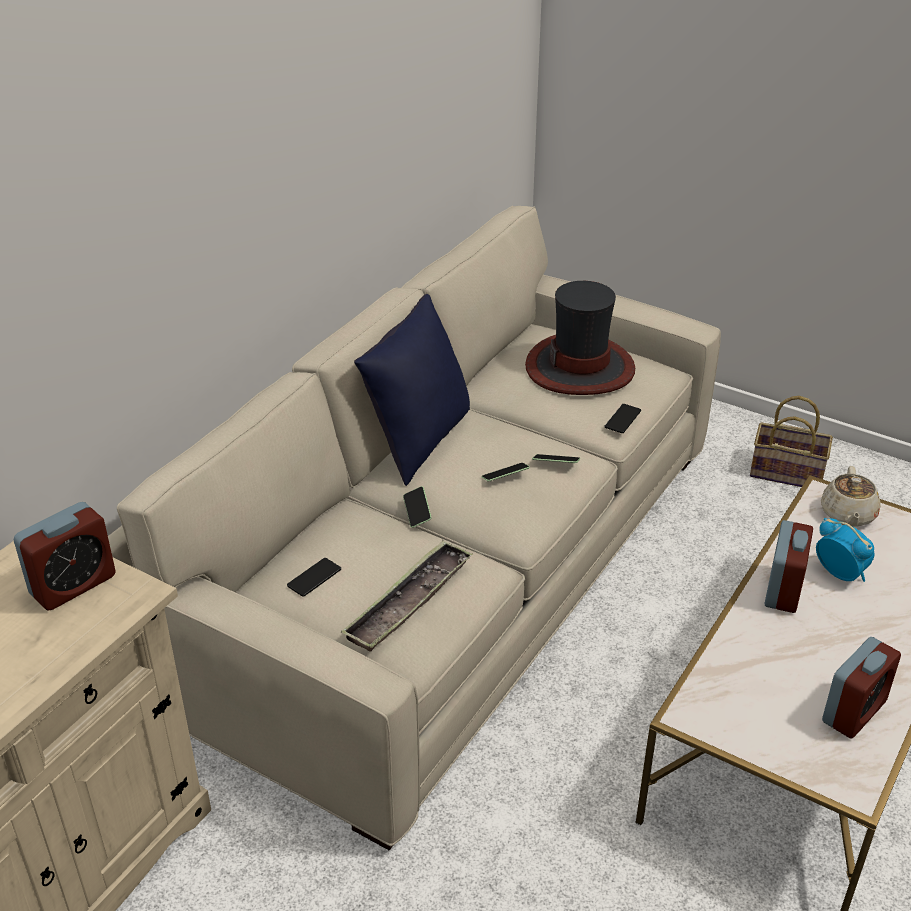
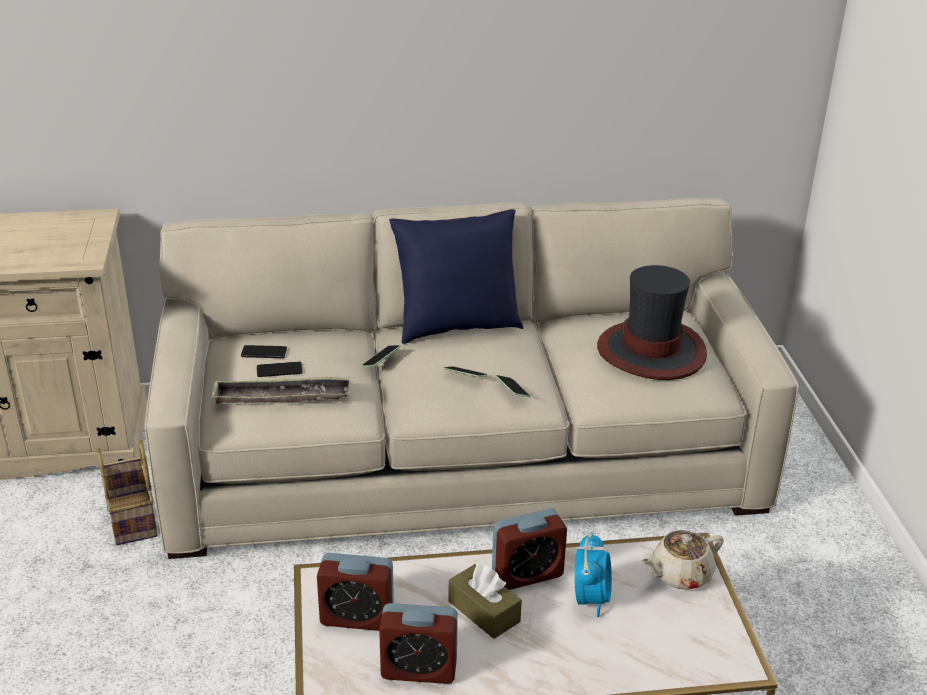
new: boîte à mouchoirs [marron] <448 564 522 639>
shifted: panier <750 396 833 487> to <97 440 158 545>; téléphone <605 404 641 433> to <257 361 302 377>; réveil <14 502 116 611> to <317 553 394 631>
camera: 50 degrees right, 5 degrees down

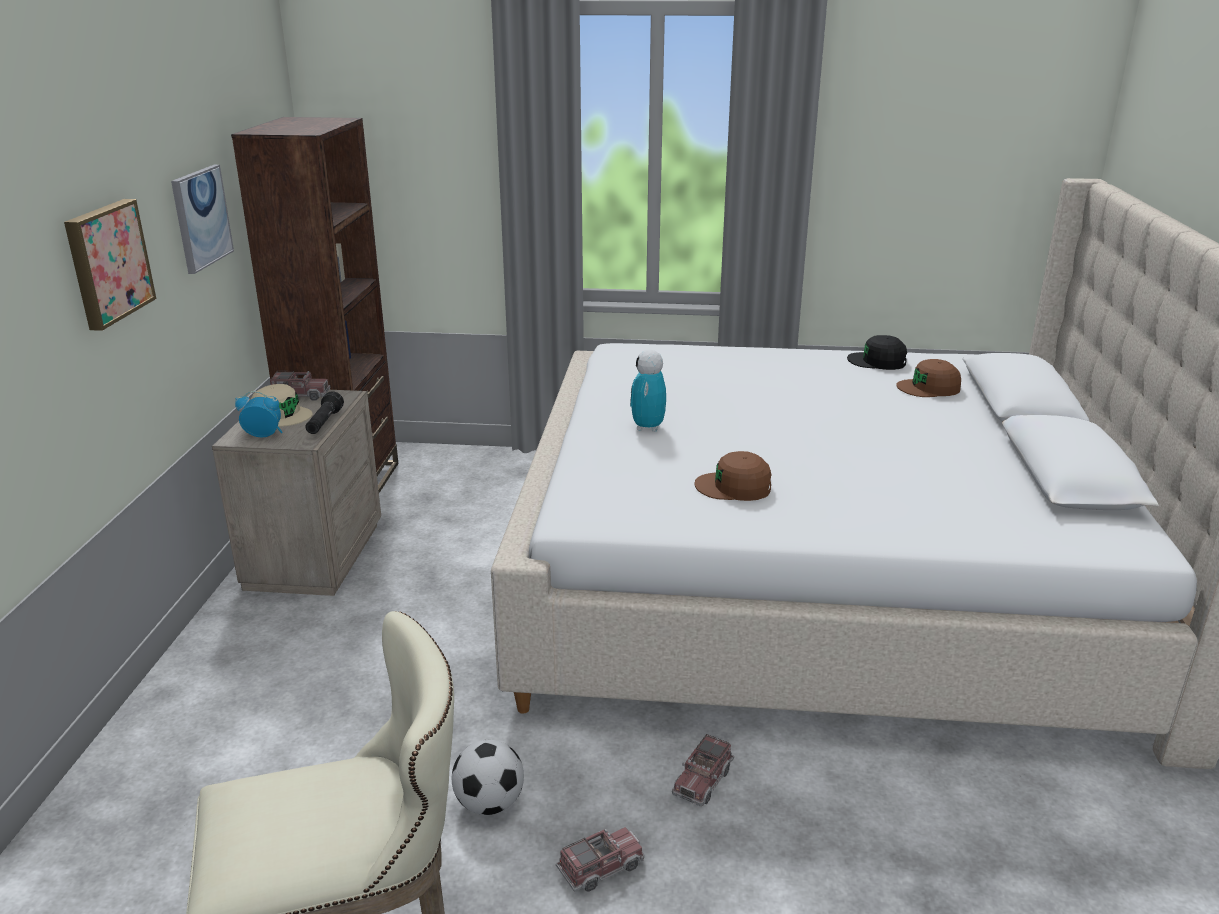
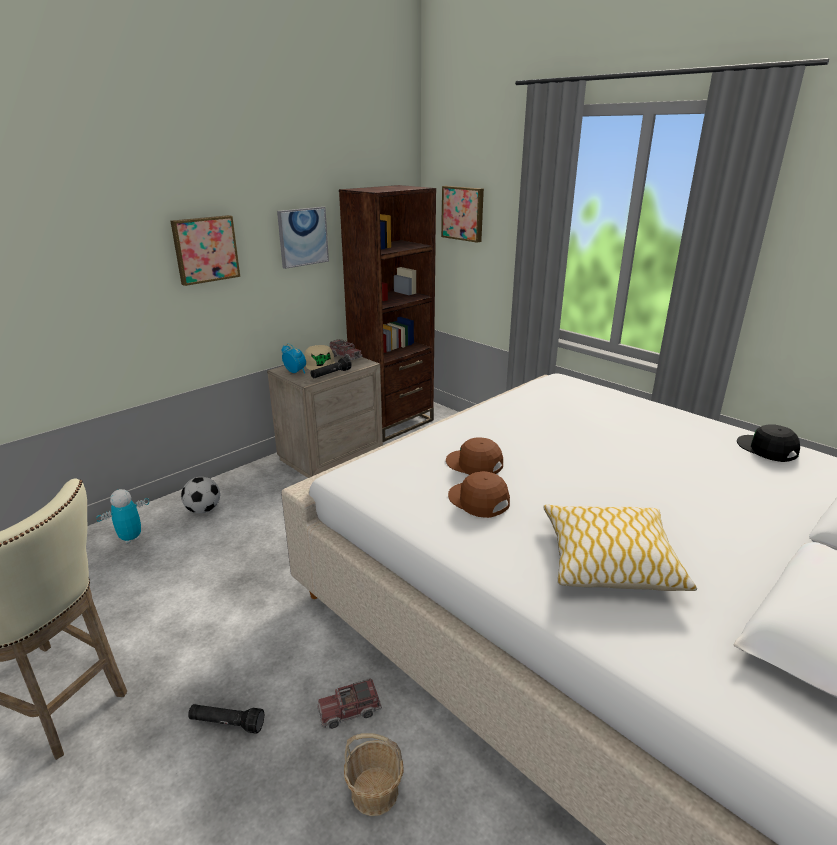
new: panier <344 733 404 816>; tableau <441 186 484 243>; coussin <543 505 697 591>
shifted: robot jouet <630 350 666 432> to <96 489 149 544>; ballon de foot <452 740 524 815> to <181 477 220 514>; casquette [marron] <896 359 961 397> to <446 437 503 475>
swapped: camion jouet <556 827 644 892> to lampe de poche [noir] <188 704 264 734>
camera: 40 degrees right, 0 degrees up

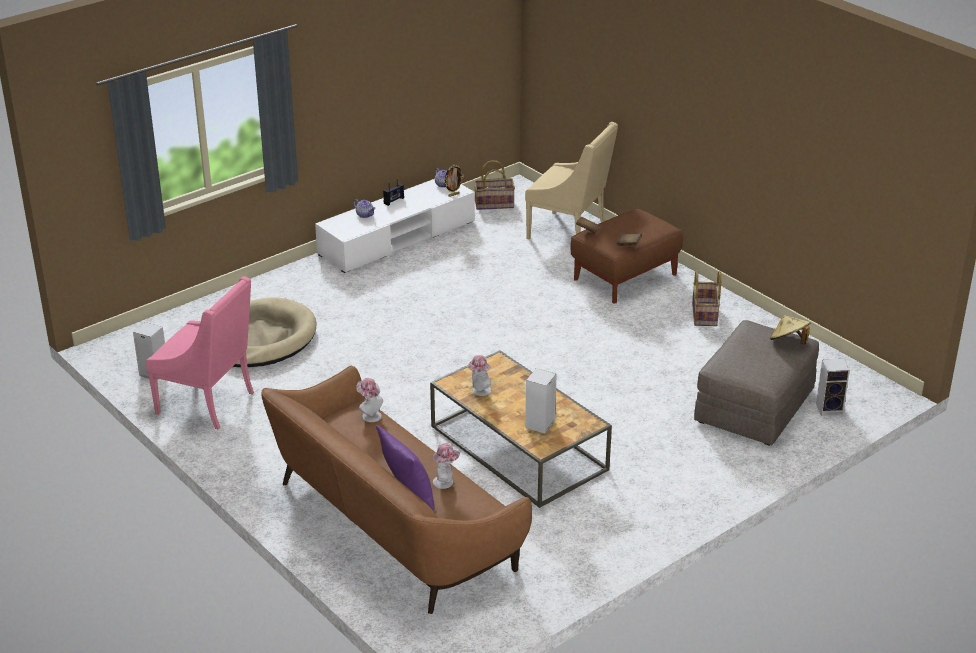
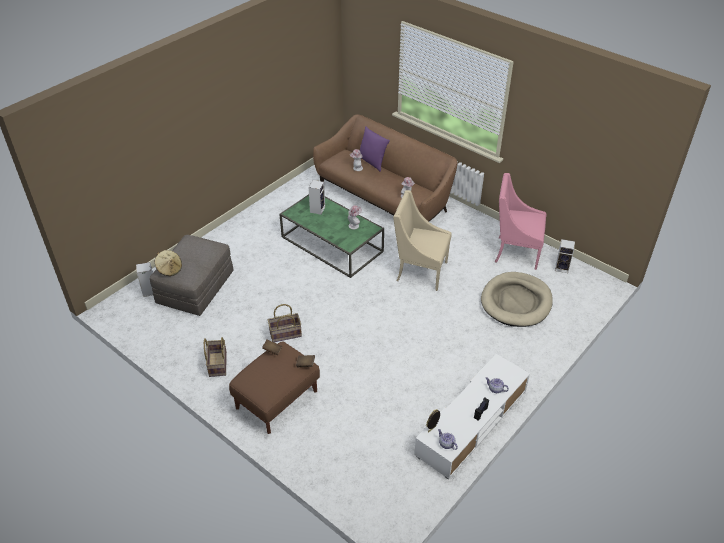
shifted: panier <474 160 515 210> to <268 304 302 342>; fauteuil [beige] <525 122 618 239> to <393 190 452 291>
repainted: table basse [marron] <430 350 612 508> to table basse [vert] <279 194 384 278>
camera: 170 degrees right, 10 degrees up

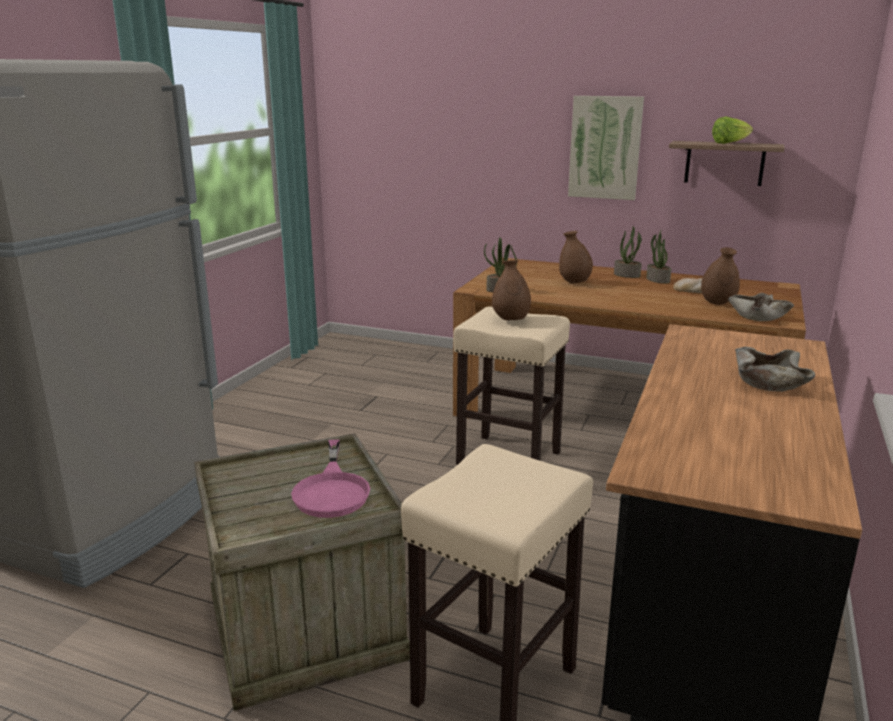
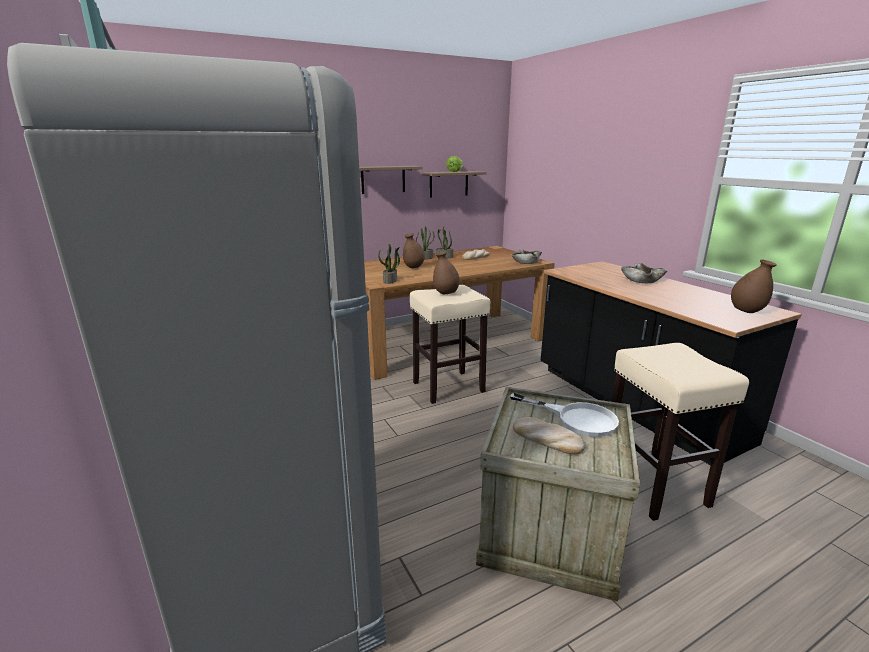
new: pain <513 417 585 455>
shifted: vase [marron] <701 247 740 305> to <731 260 777 313>
swapped: tableau <568 96 644 200> to étagère <359 166 423 194>
repainted: poêle [rose] <291 439 370 518> to poêle [blanc] <510 393 619 437>
camera: 50 degrees left, 0 degrees up

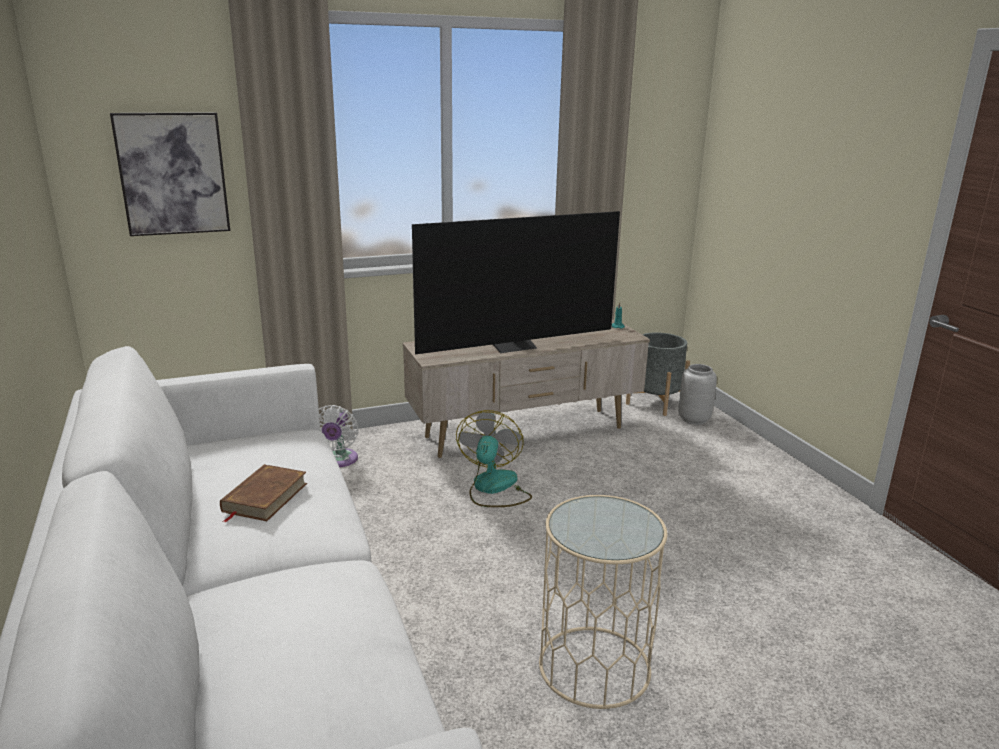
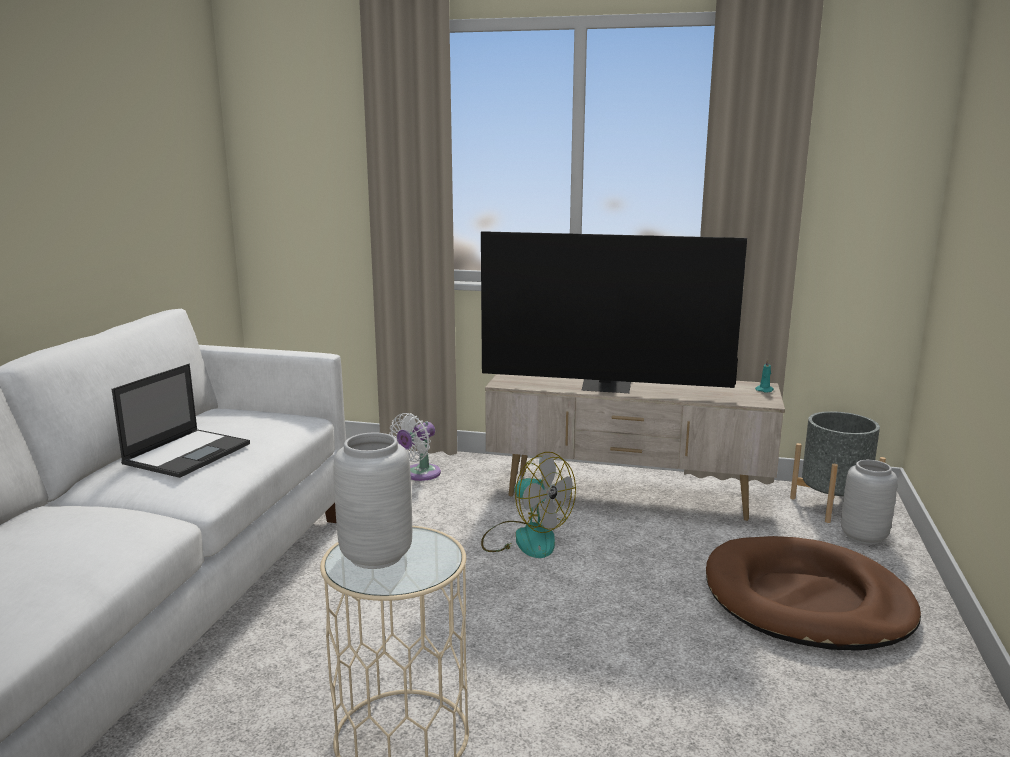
gone: tableau <110 112 230 236>
new: vase [gris] <333 432 412 569>; panier pour chien [marron] <706 536 921 651>
swapped: livre [marron] <220 464 307 522> to ordinateur portable <112 364 250 478>
rotated: ventilateur <456 410 532 507> = <481 452 576 558> 90 degrees clockwise
camera: 35 degrees right, 5 degrees down

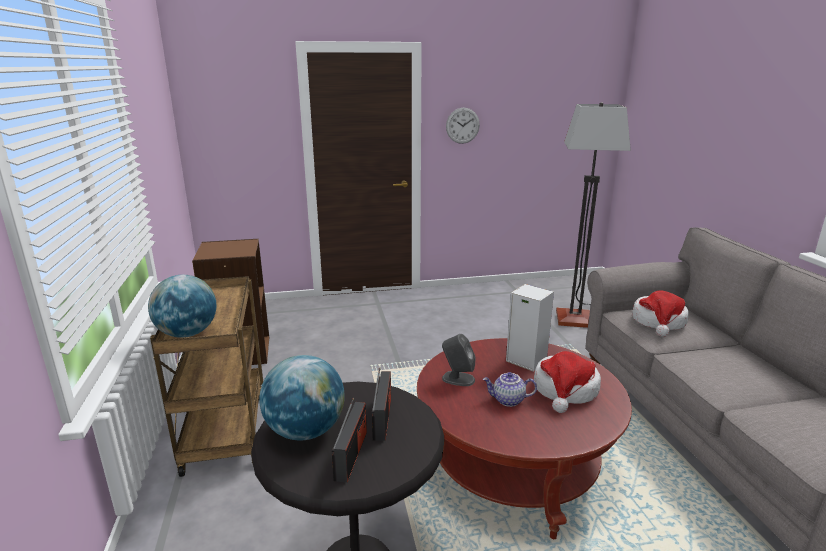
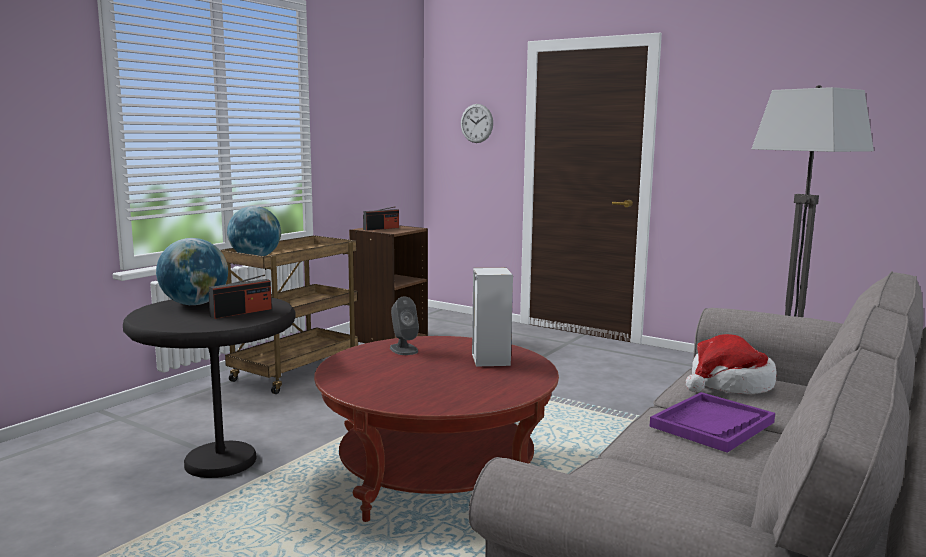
gone: théière <483 372 537 407>; chapeau <534 351 601 413>
new: plateau [violet] <649 392 775 453>
shifted: radio <332 398 367 483> to <363 207 399 231>; horloge murale <446 108 480 144> to <461 104 493 143>
camera: 45 degrees right, 10 degrees down

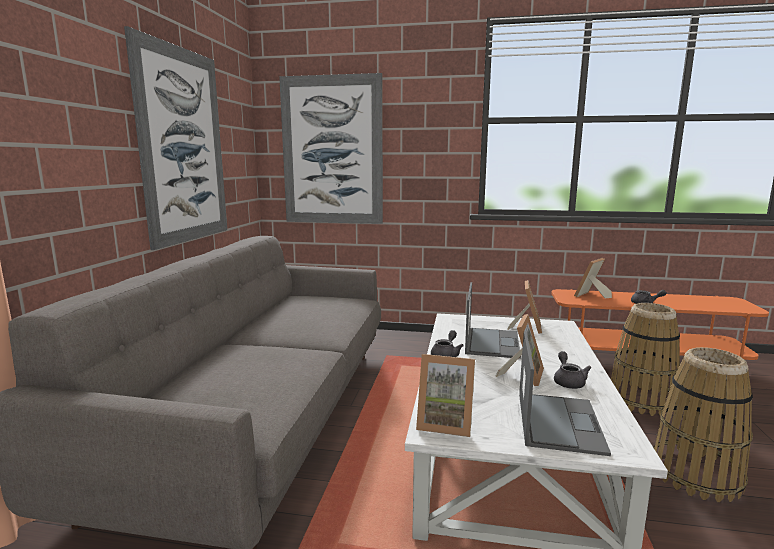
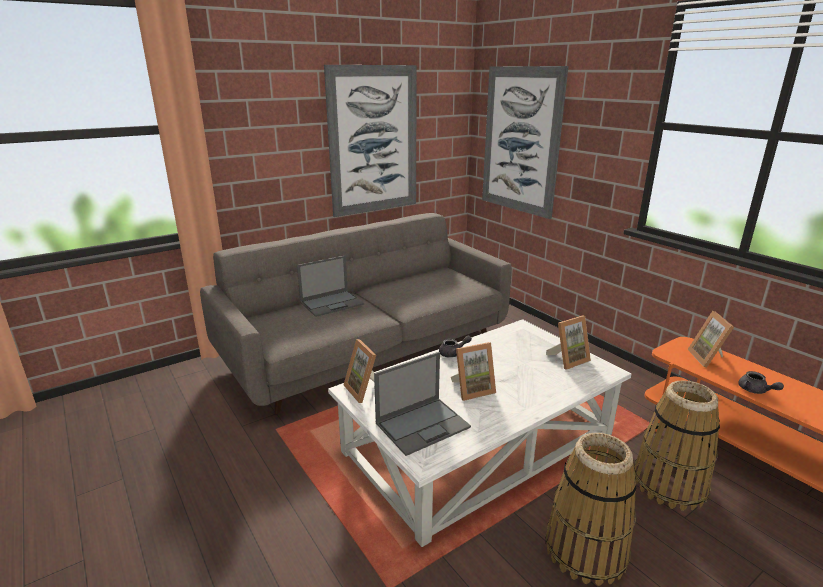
gone: théière [gris] <554 351 591 389>
shifted: ordinateur portable <465 282 521 359> to <297 256 364 317>
rotated: cadre photo <574 258 612 299> = <687 311 734 368> 90 degrees counterclockwise
camera: 45 degrees right, 10 degrees up

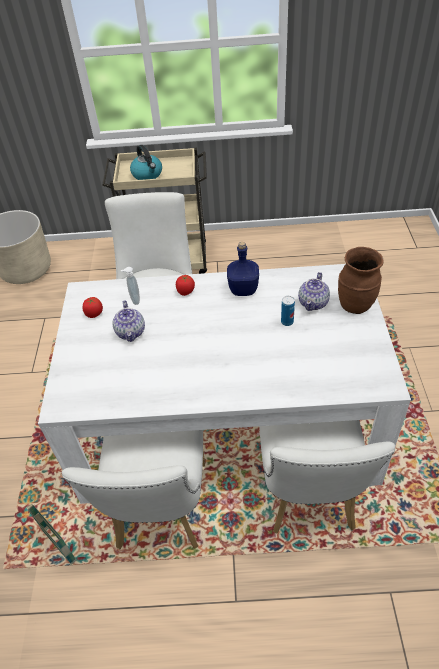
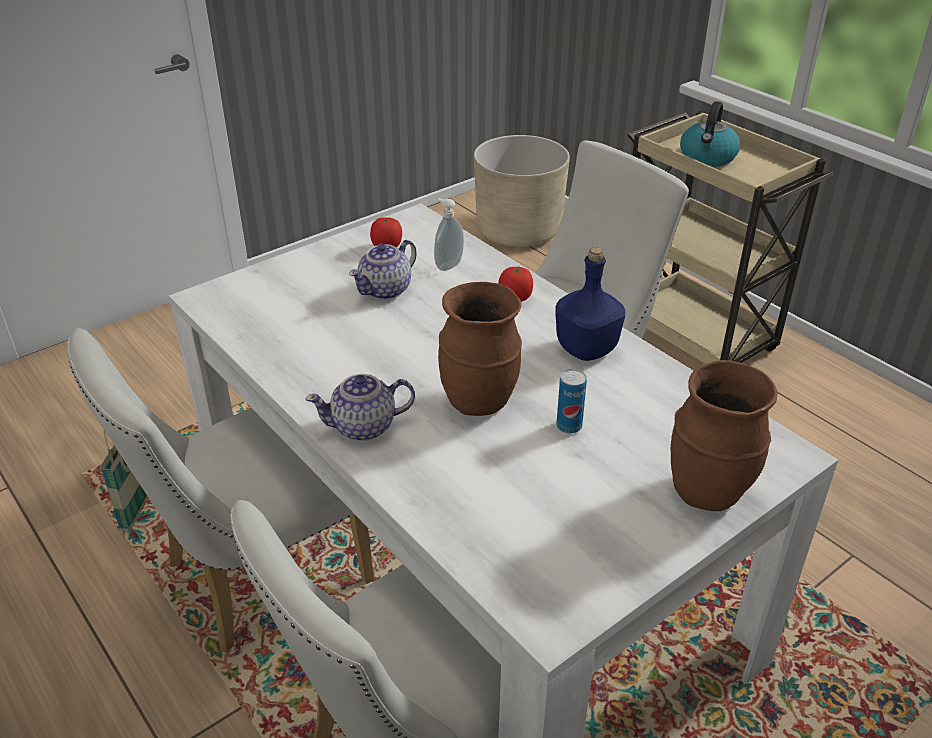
new: vase [marron] <438 282 522 416>
shifted: théière <298 272 330 311> to <306 374 415 441>
camera: 50 degrees right, 10 degrees down

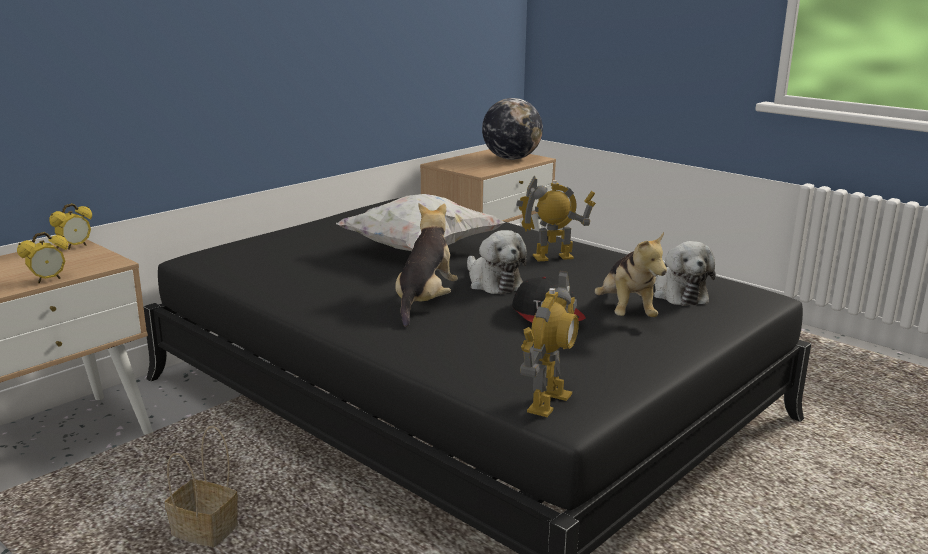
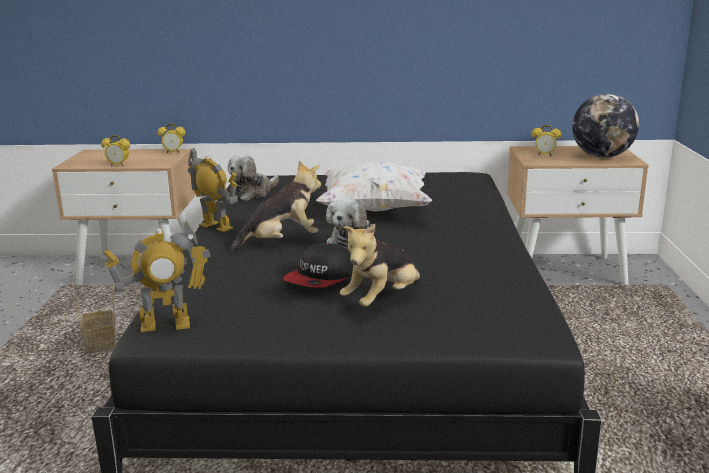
new: réveil <532 125 562 156>
shifted: robot jouet <516 176 596 262> to <188 148 238 232>; peluche <654 241 716 306> to <227 154 279 200>
camera: 50 degrees right, 0 degrees up

